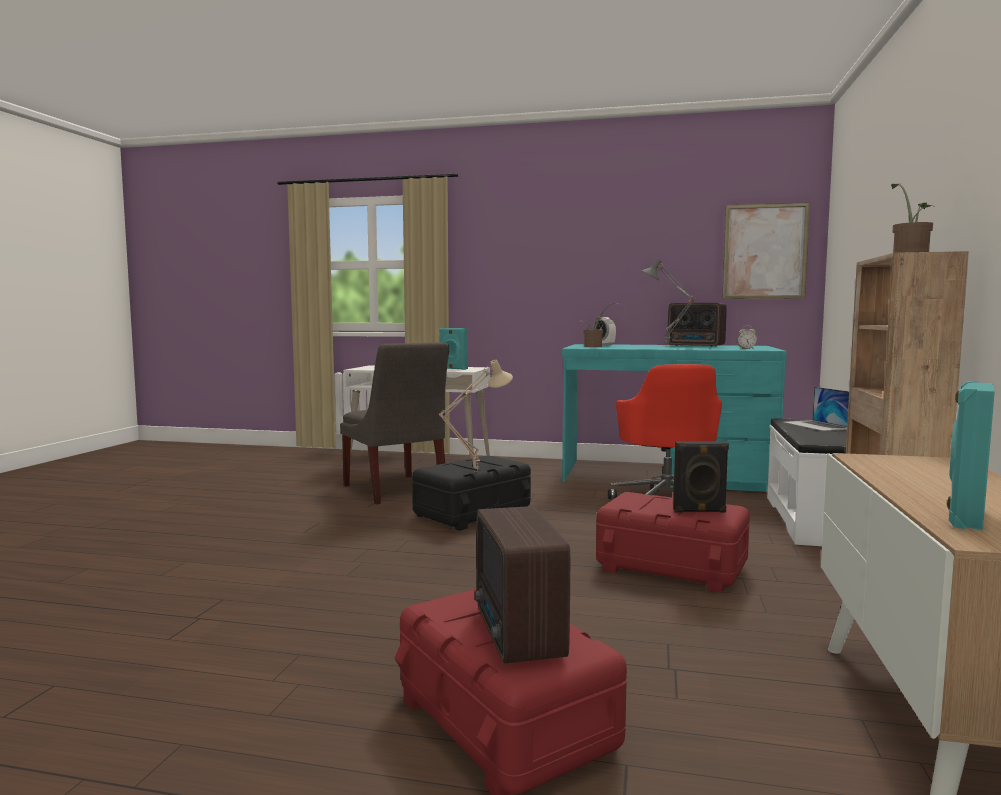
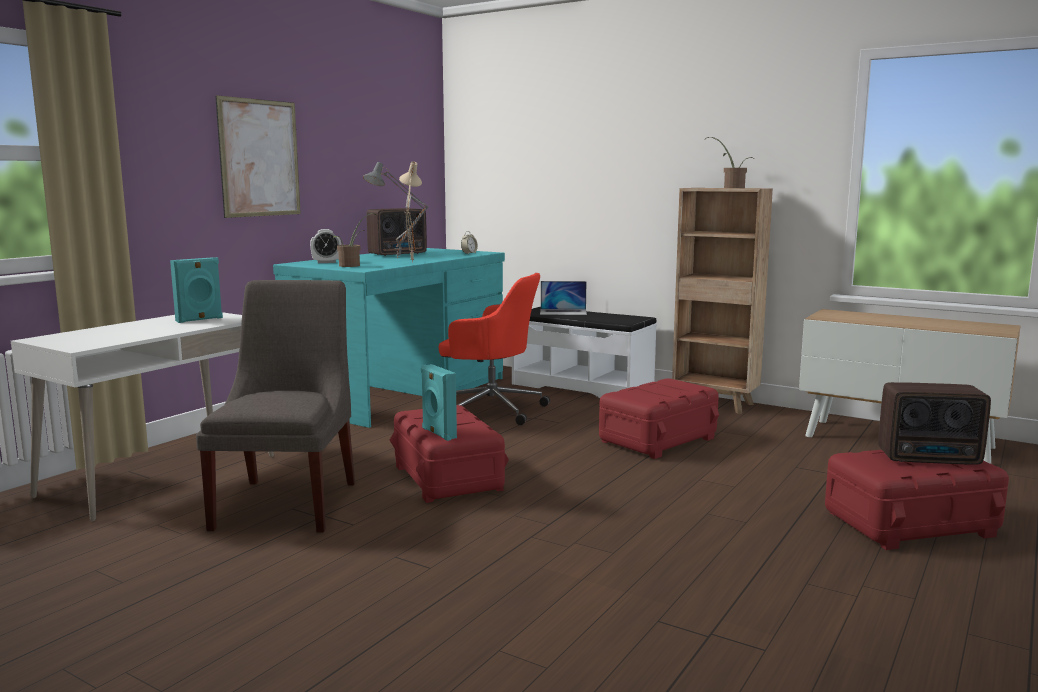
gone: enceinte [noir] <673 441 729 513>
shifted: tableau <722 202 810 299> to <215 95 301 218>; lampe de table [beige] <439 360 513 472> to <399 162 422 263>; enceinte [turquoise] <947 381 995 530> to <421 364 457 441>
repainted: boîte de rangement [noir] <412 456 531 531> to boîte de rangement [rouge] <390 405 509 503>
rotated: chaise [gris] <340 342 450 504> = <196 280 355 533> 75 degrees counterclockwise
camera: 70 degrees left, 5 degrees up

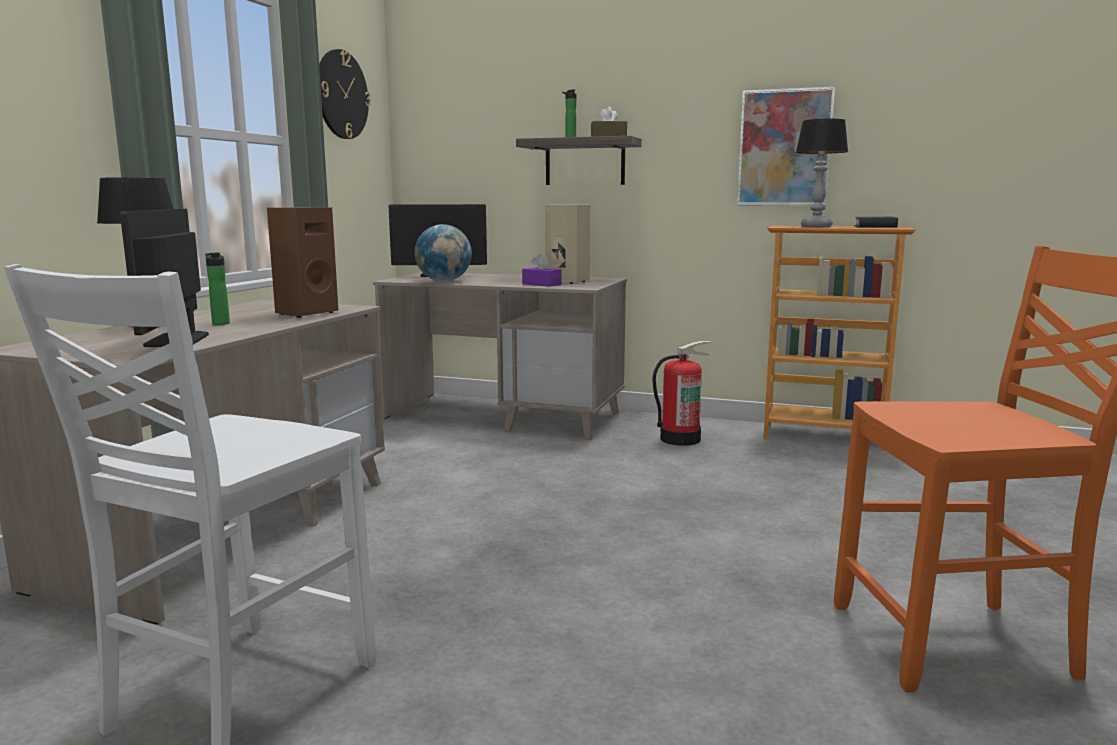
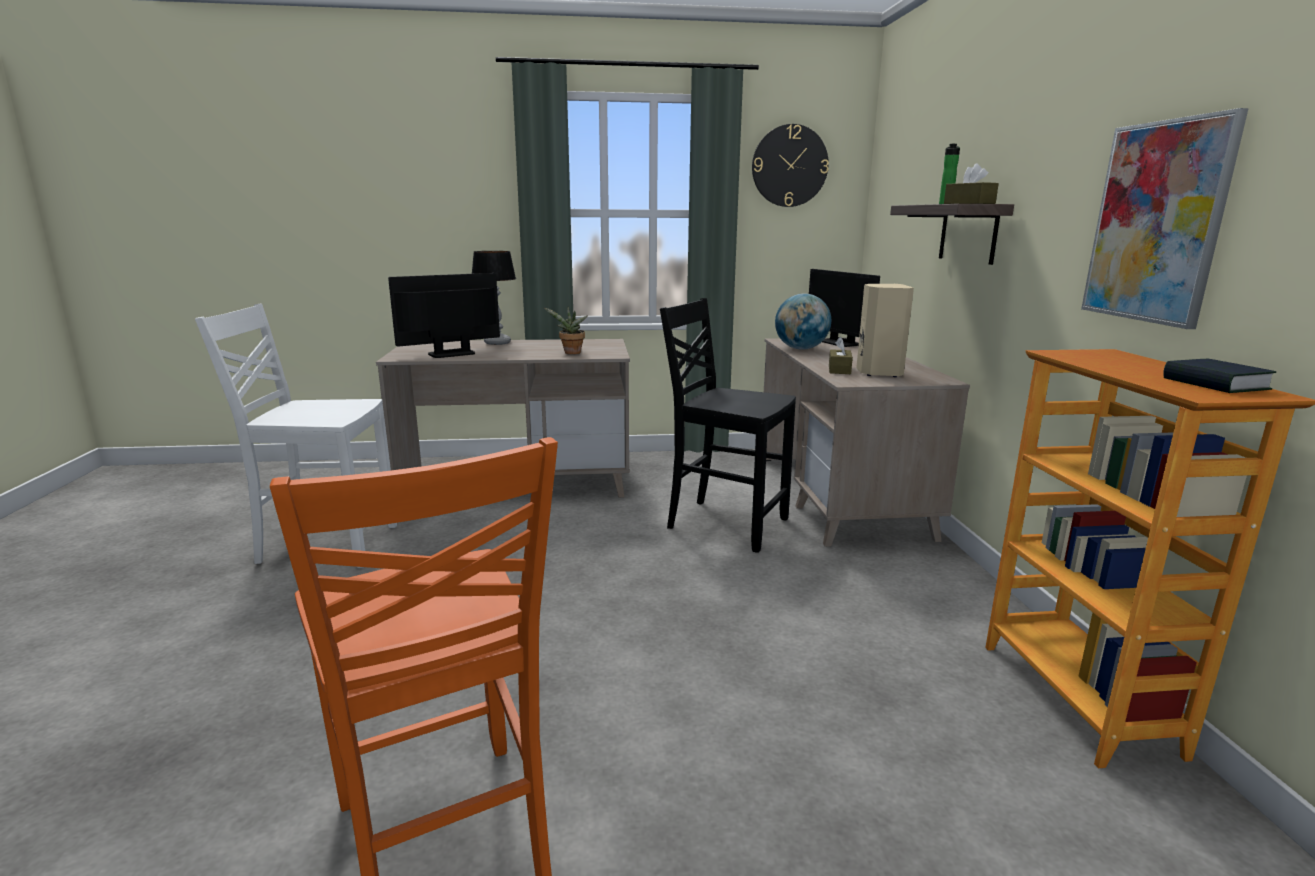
gone: bouteille <205 253 230 325>; extincteur <652 341 714 446>; lampe de table <795 119 848 227>
new: chaise [noir] <660 298 796 553>
swapped: enceinte [marron] <267 207 338 318> to plante en pot <543 307 587 354>
repainted: boîte à mouchoirs [violet] <522 254 561 287> to boîte à mouchoirs [marron] <829 337 853 374>
camera: 65 degrees right, 5 degrees up

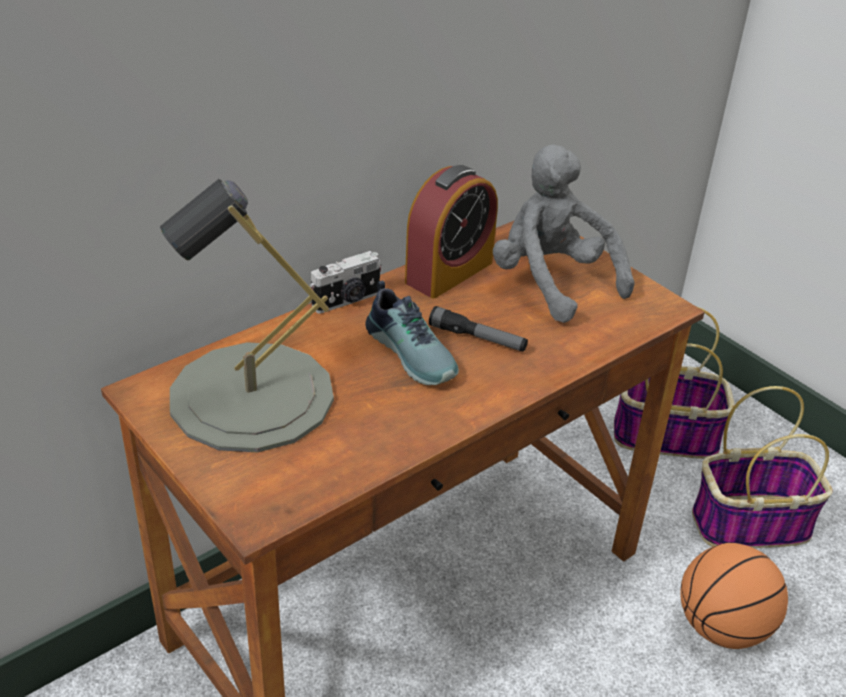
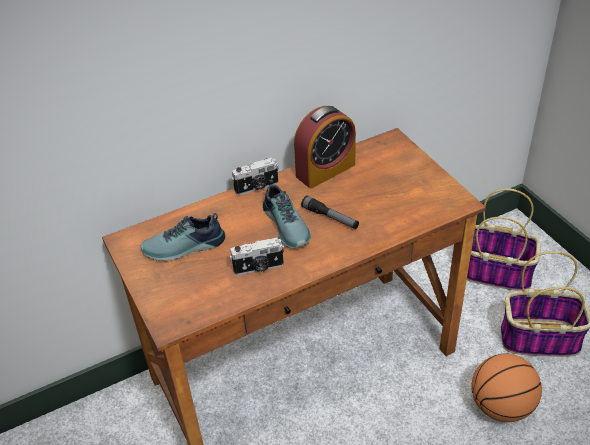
gone: peluche [gris] <493 144 634 323>
new: appareil photo <230 238 284 275>
swapped: lampe de table [gris] <160 179 334 453> to chaussure <141 213 225 261>
camera: 15 degrees right, 5 degrees up

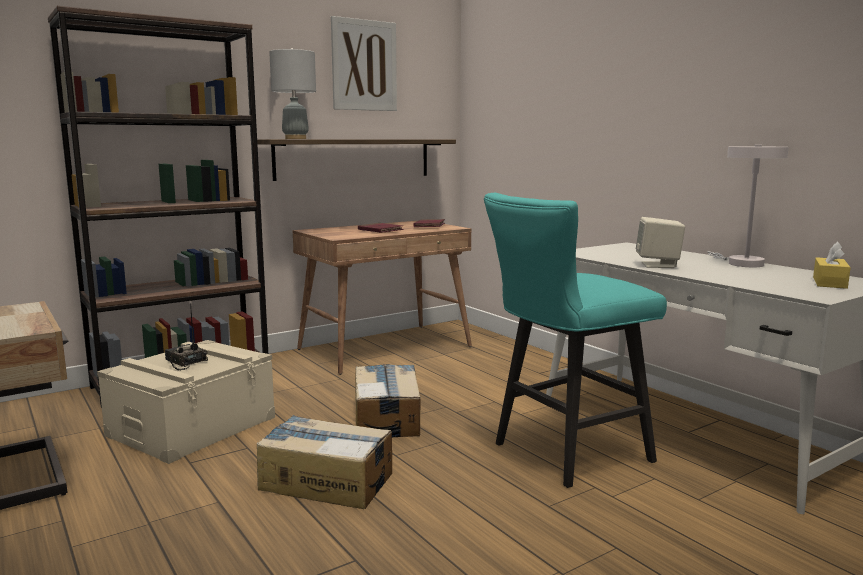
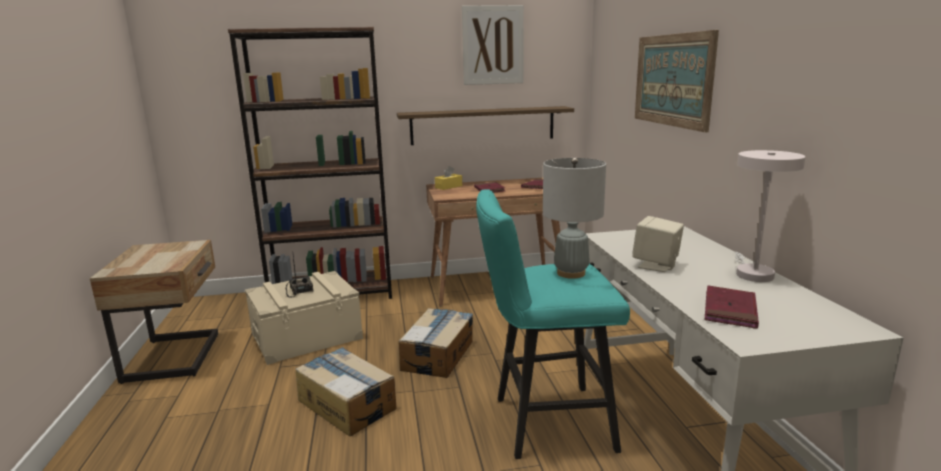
new: tableau <635 30 719 132>; livre [rouge] <705 286 759 329>
shifted: boîte à mouchoirs [jaune] <813 242 851 289> to <435 166 462 190>; lampe de table [gris] <269 48 316 139> to <543 158 606 279>
camera: 25 degrees right, 5 degrees up

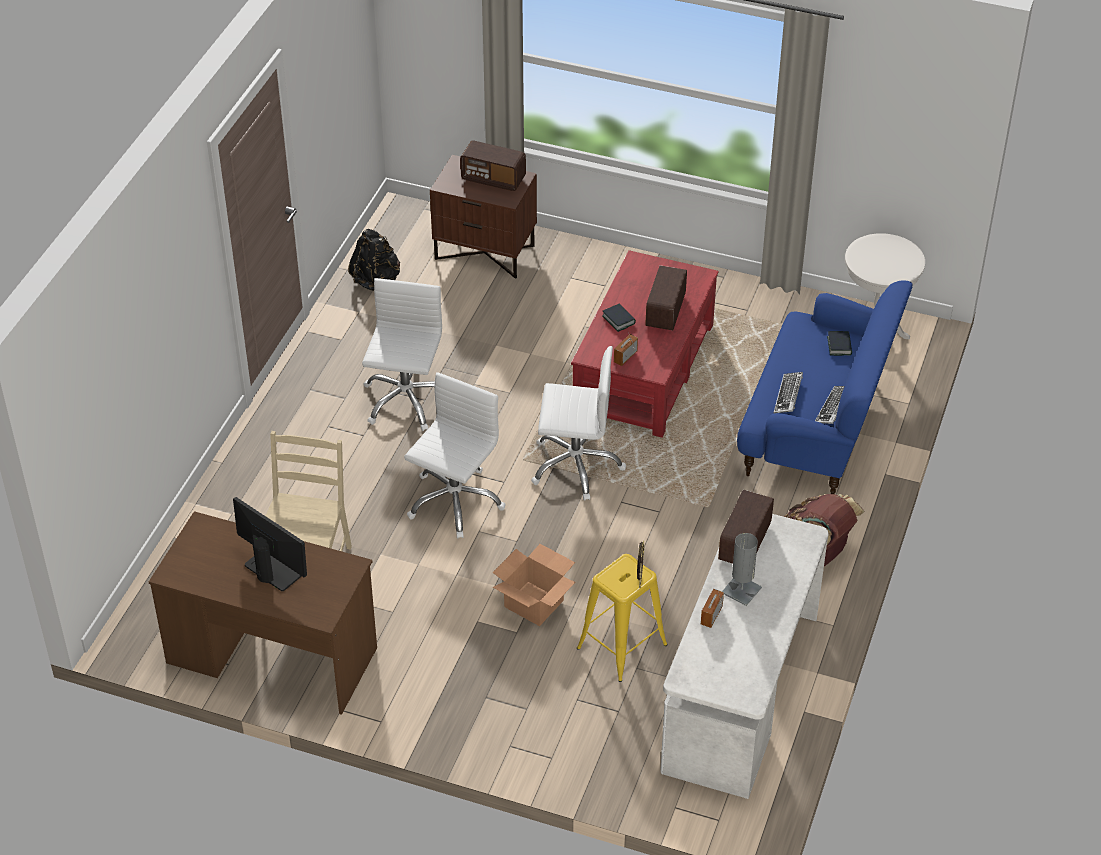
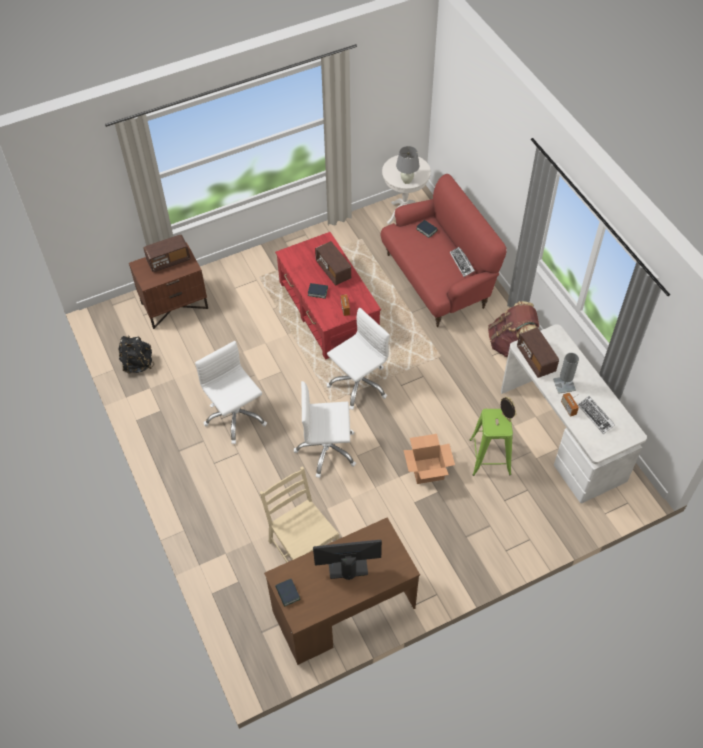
new: livre <275 579 300 606>; lampe de table [gris] <396 146 419 184>
shifted: clavier <774 372 803 413> to <578 396 615 434>
repainted: canapé [bleu] <737 280 913 494> to canapé [rouge] <381 174 507 327>; tabouret [jaune] <577 554 668 682> to tabouret [vert] <470 409 513 476>
rotated: chaise de bureau [blanc] <404 372 506 538> = <294 381 356 478> 75 degrees counterclockwise
camera: 45 degrees left, 10 degrees up

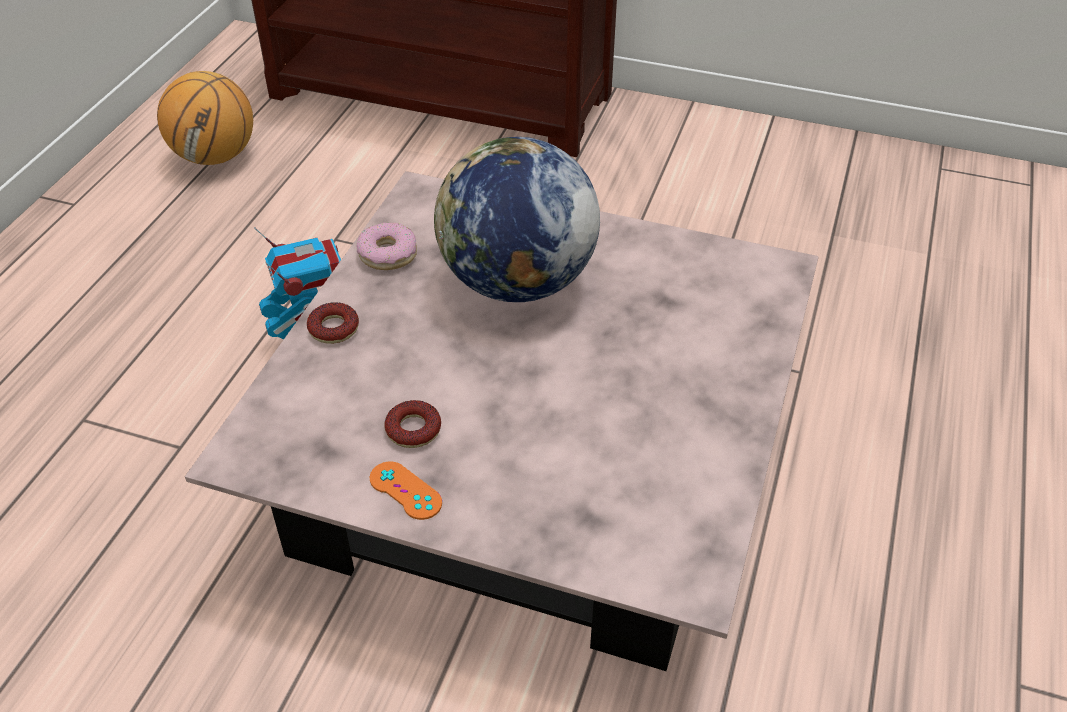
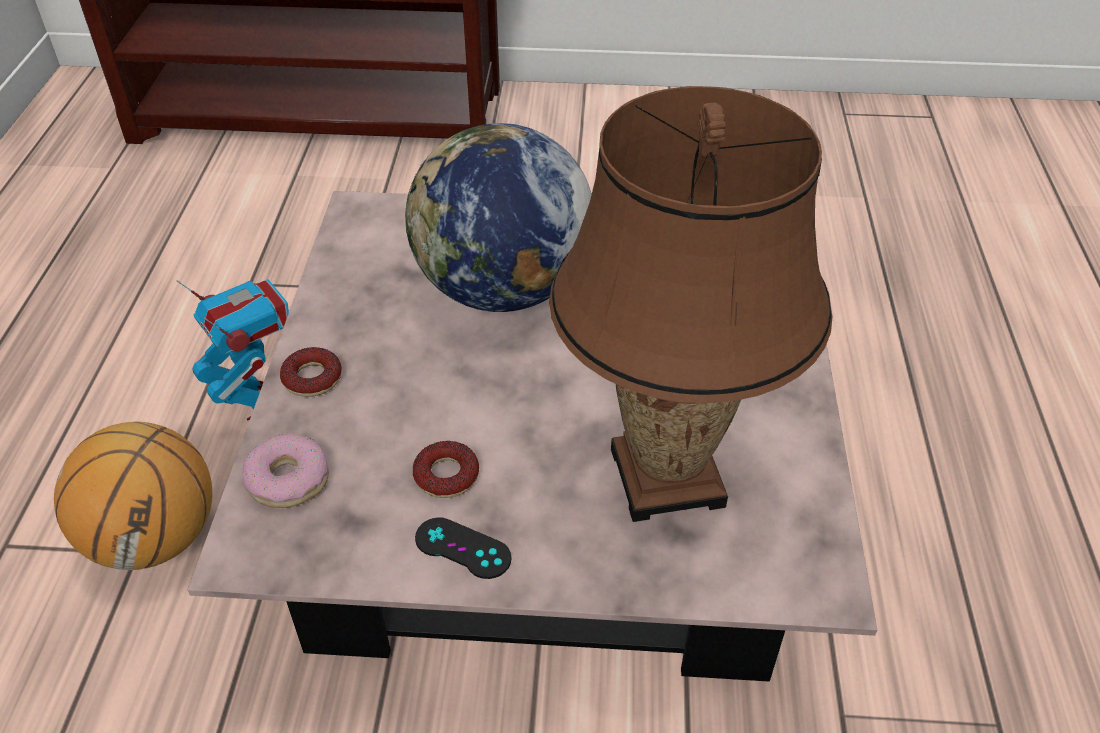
new: lampe de table [marron] <549 86 833 522>
shifted: ballon de basket <157 71 253 165> to <54 421 212 570>; beignet <357 222 417 270> to <243 433 329 508>
repainted: manette [orange] <370 462 442 520> to manette [noir] <415 517 511 579>
camera: 15 degrees left, 0 degrees up

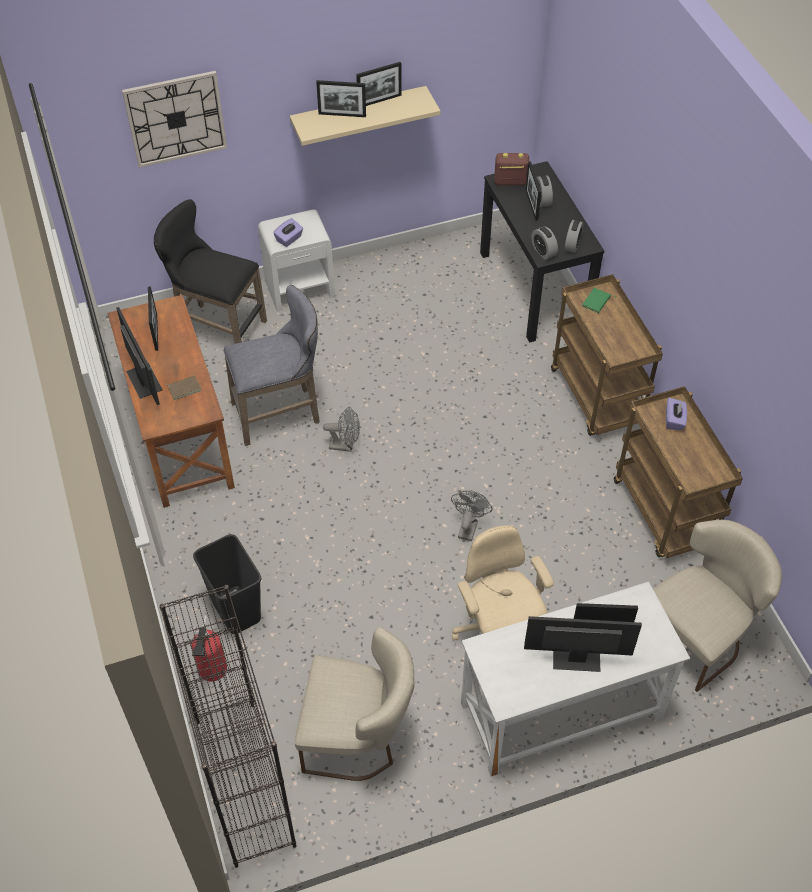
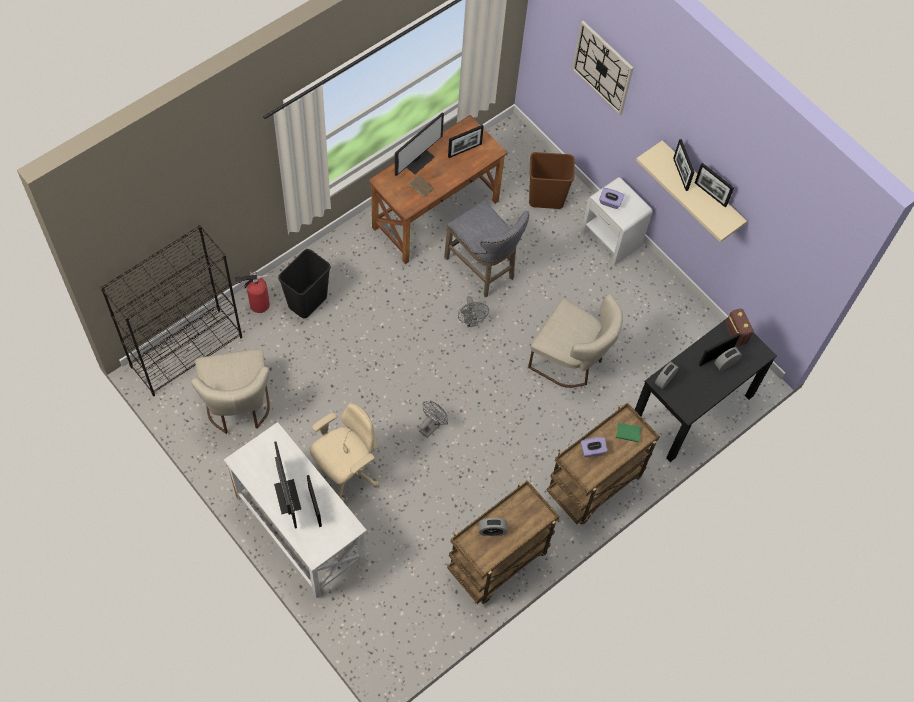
shifted: réveil <565 220 583 253> to <479 518 508 536>; chaise [beige] <653 520 782 692> to <528 294 623 388>; boîte à mouchoirs [violet] <666 398 687 430> to <580 437 607 457>
swapped: tabouret [noir] <154 199 267 344> to poubelle [marron] <529 152 575 209>
rotated: ventilateur [gris] <451 491 493 541> = <419 401 448 438> 45 degrees counterclockwise
camera: 65 degrees right, 10 degrees up

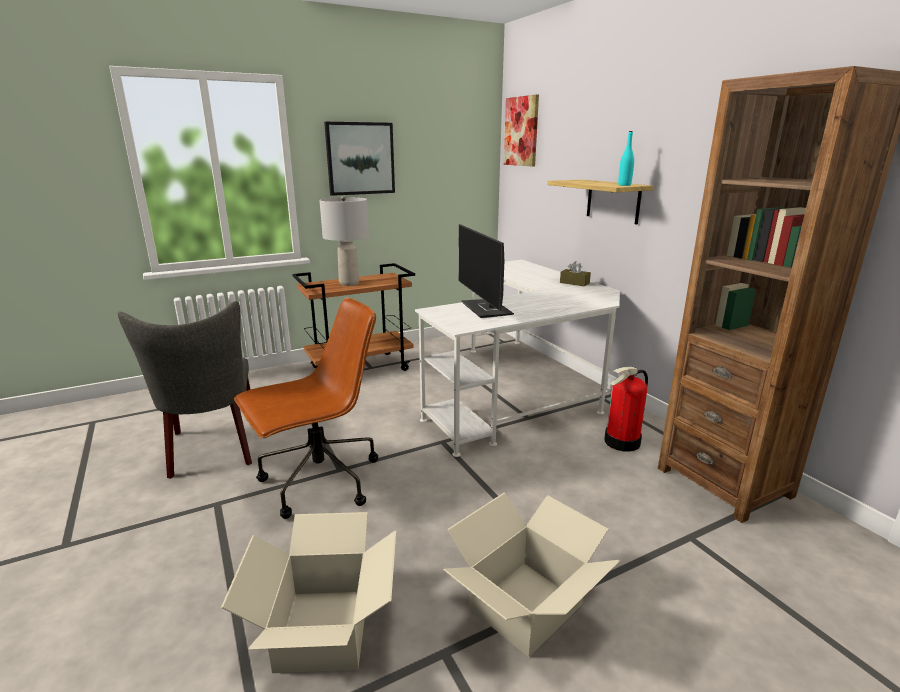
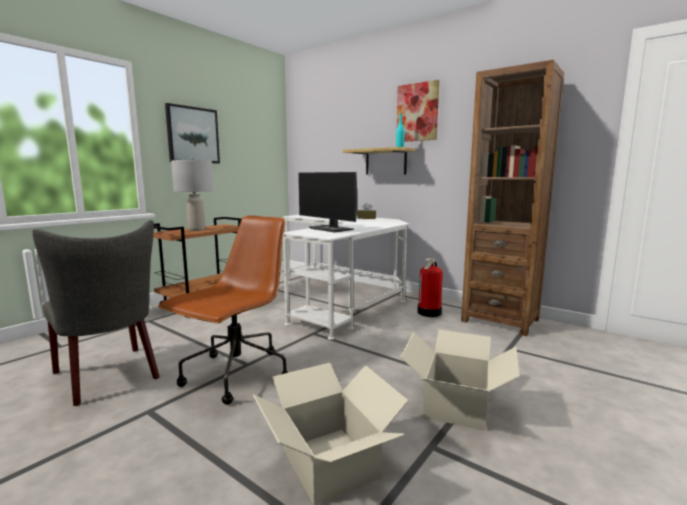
shifted: tableau <504 94 539 166> to <397 80 439 142>
camera: 25 degrees left, 10 degrees down

